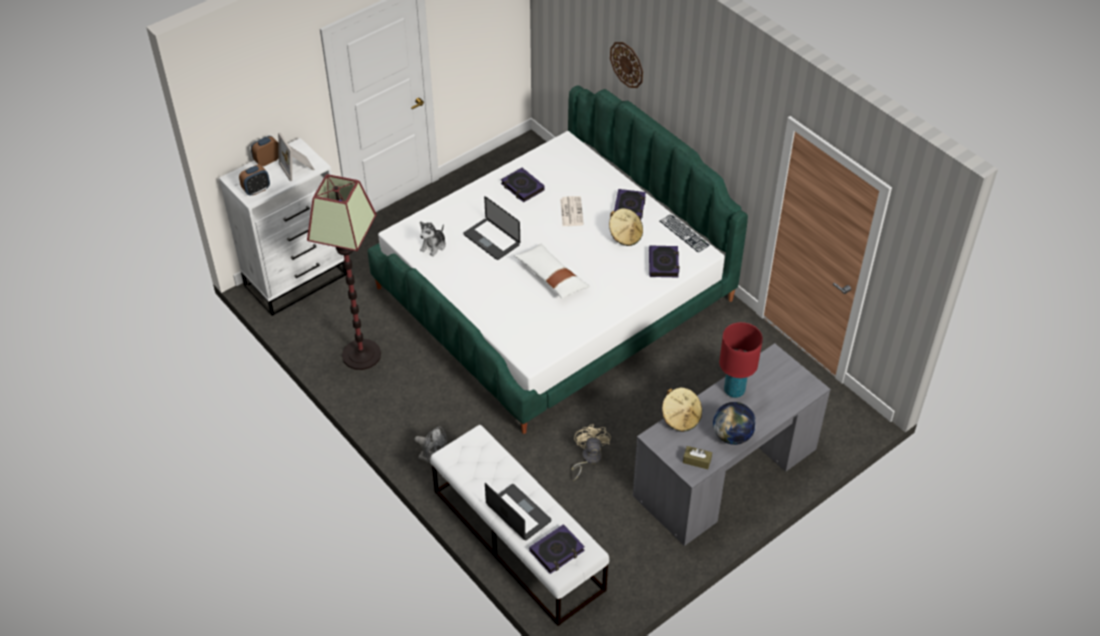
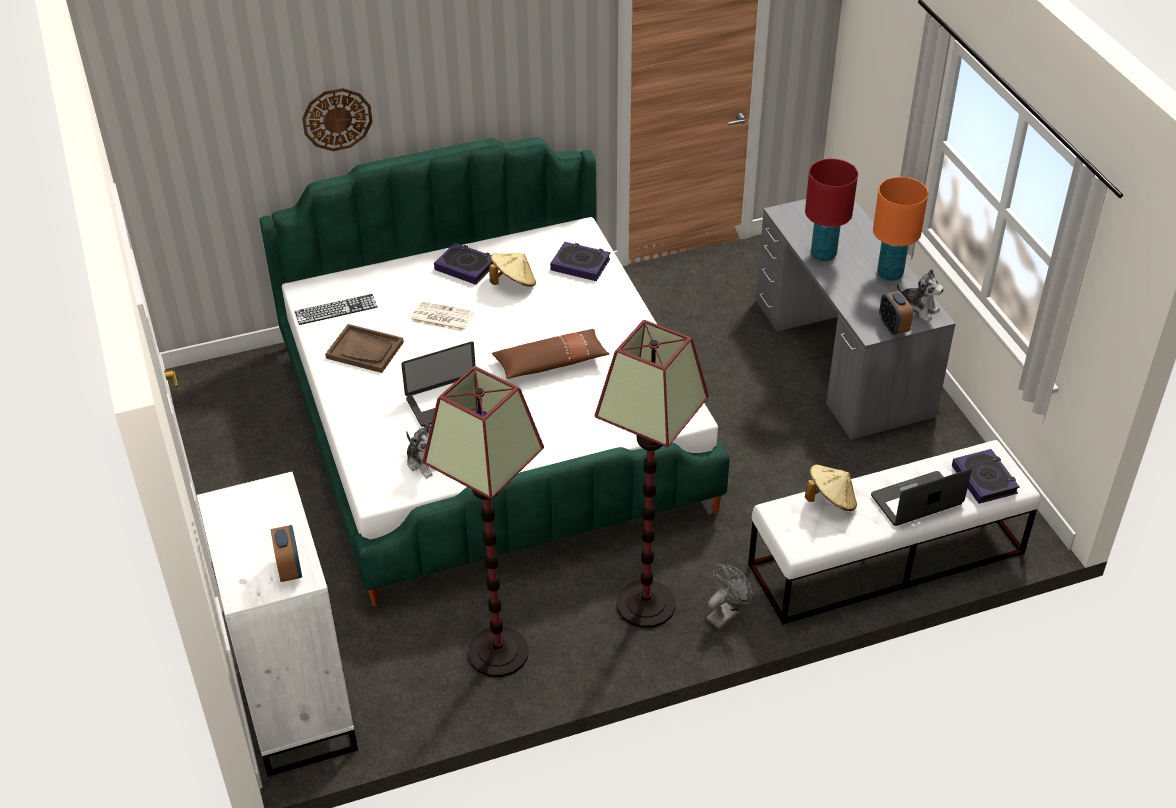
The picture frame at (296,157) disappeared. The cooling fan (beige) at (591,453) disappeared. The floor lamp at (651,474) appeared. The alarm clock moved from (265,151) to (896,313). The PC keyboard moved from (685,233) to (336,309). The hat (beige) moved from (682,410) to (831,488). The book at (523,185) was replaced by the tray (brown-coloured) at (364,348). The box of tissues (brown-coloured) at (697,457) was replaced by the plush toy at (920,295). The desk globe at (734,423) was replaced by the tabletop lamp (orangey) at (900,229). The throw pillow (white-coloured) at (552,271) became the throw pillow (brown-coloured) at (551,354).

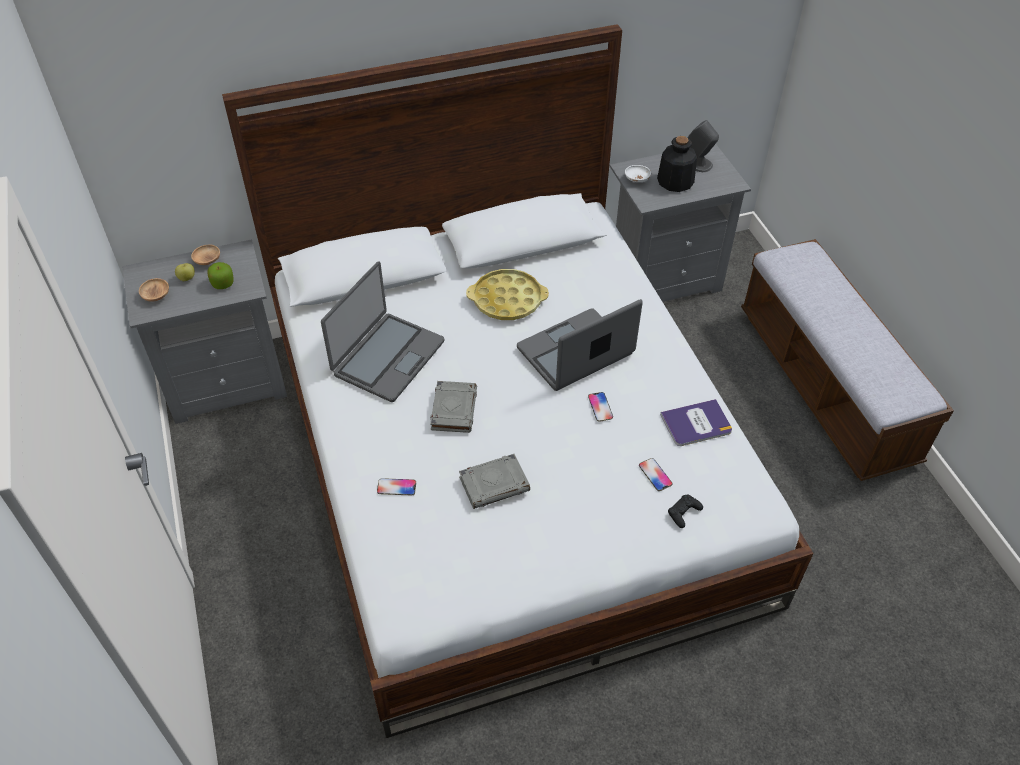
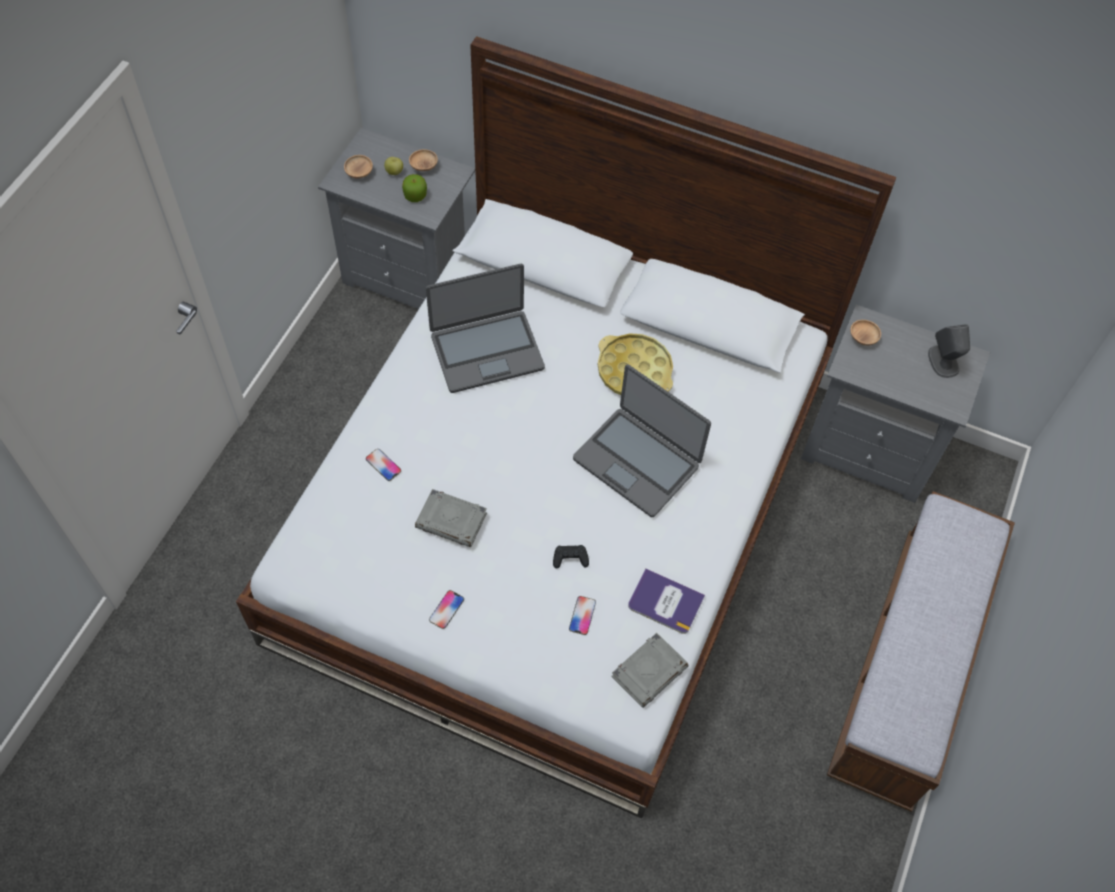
The drink bottle at (677,164) disappeared. The book (greyish) moved from (453,407) to (650,670). The handset moved from (600,407) to (446,609). The game controller (black) moved from (685,511) to (571,556). The bowl (white-coloured) at (638,173) became the bowl (brown-coloured) at (865,333). The notebook computer at (580,345) turned 150 degrees counterclockwise.

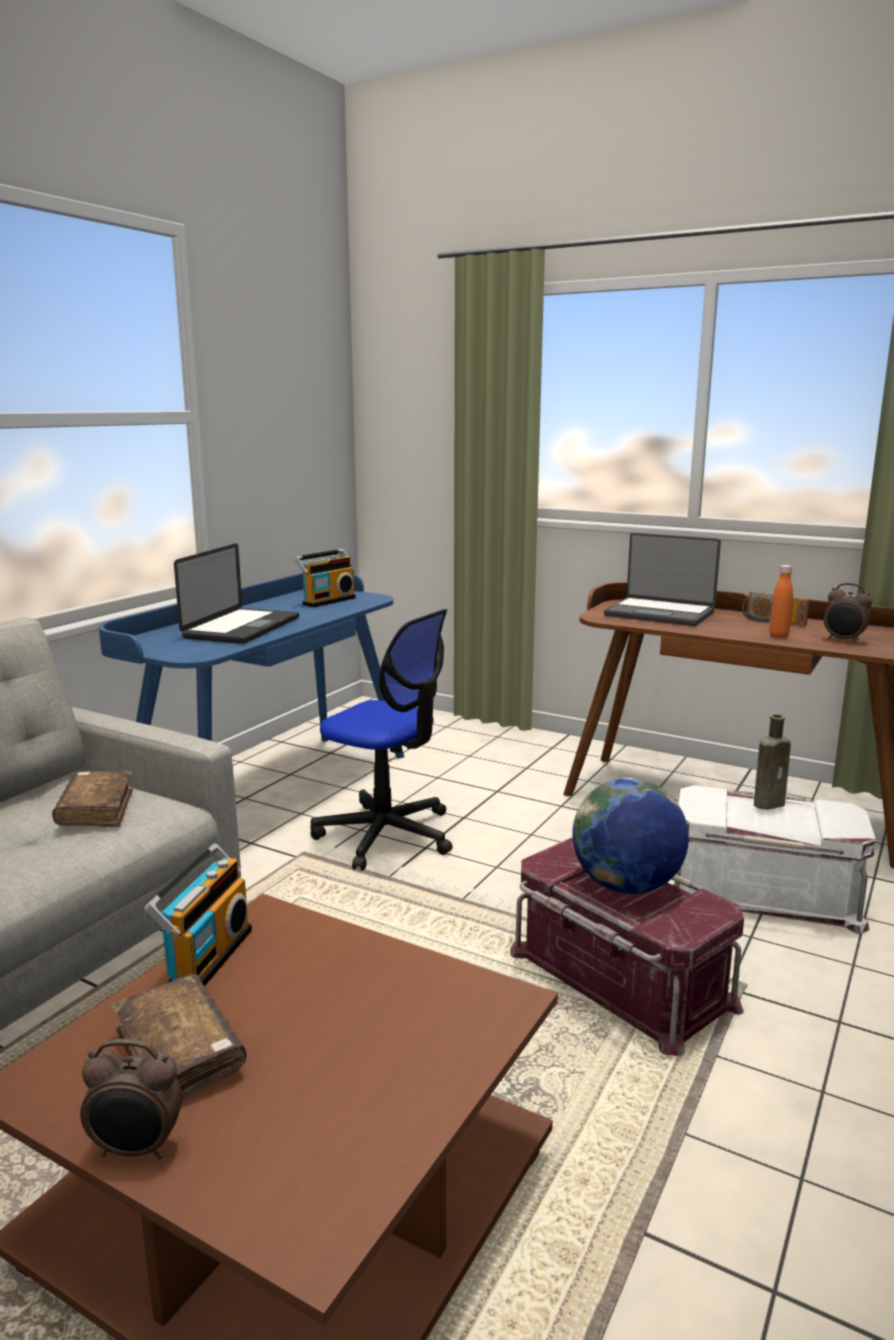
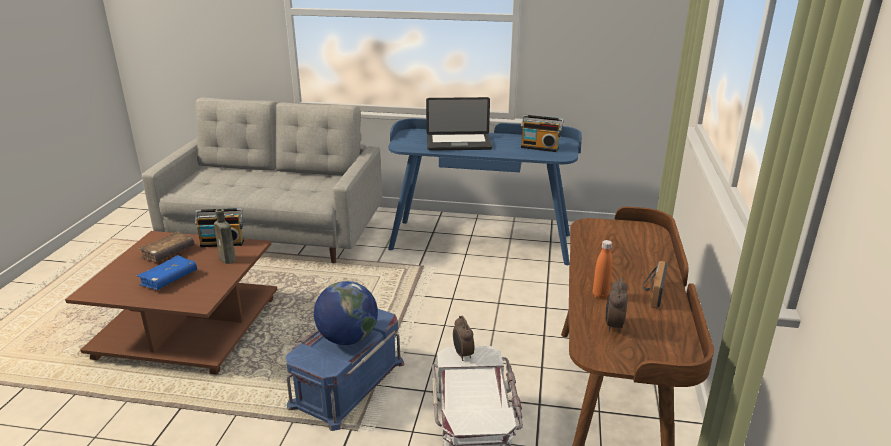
The book (brown-coloured) at (92,799) disappeared. The office chair at (381,739) disappeared. The notebook computer at (662,579) disappeared. The book (bluish) at (167,272) appeared. The alarm clock moved from (131,1099) to (463,338). The drink bottle (brown-coloured) moved from (772,762) to (225,236). The storage box (red-coloured) at (627,946) became the storage box (bluish) at (344,370).

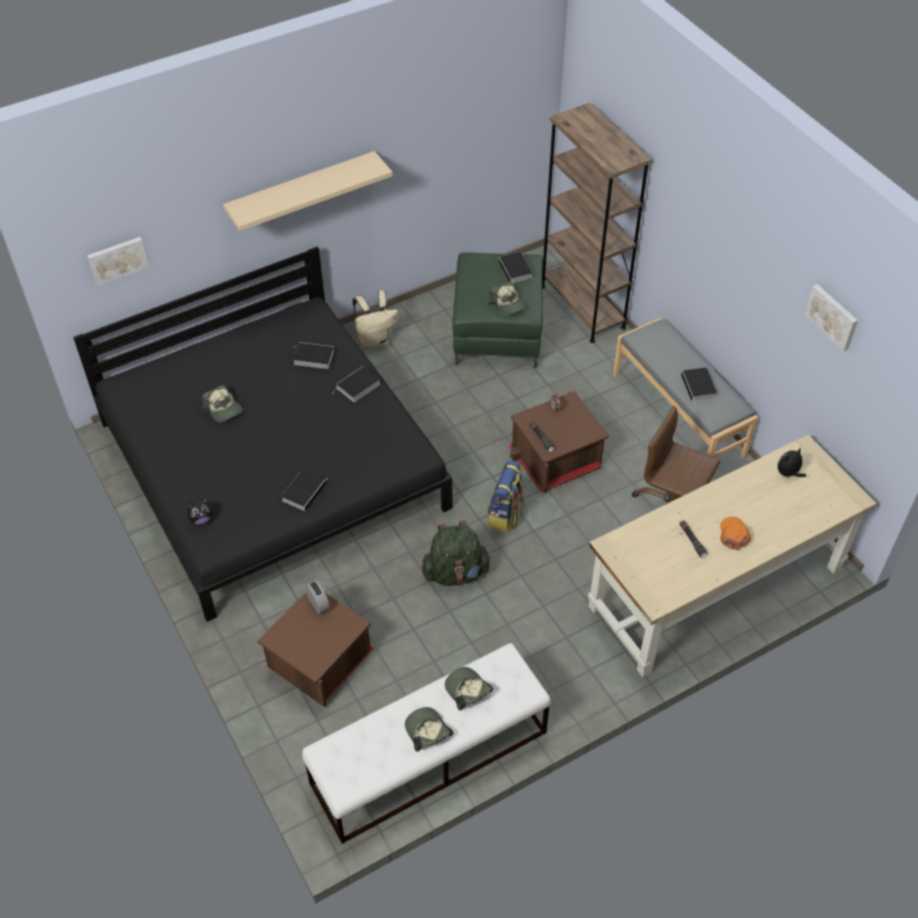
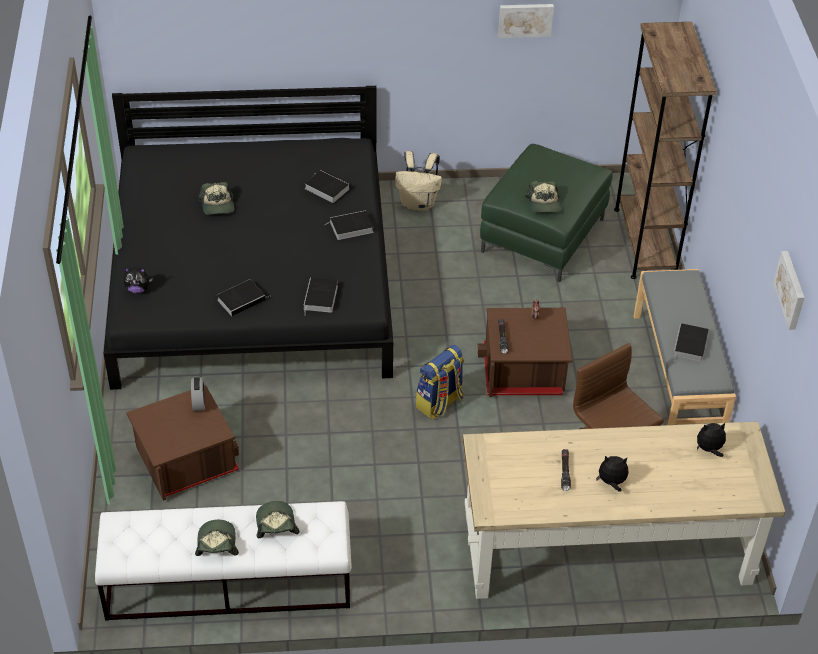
The shelf (beige) at (308,191) disappeared. The rucksack (green) at (456,553) disappeared. The wall picture moved from (118,261) to (526,21). The book moved from (516,268) to (321,296). The peaked cap (orangey) at (735,533) was replaced by the plush toy at (612,474).

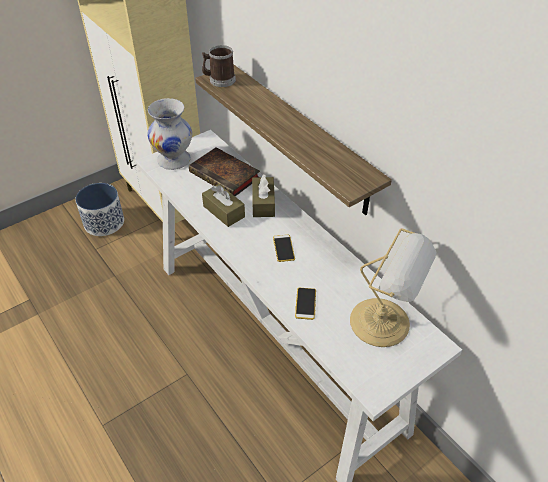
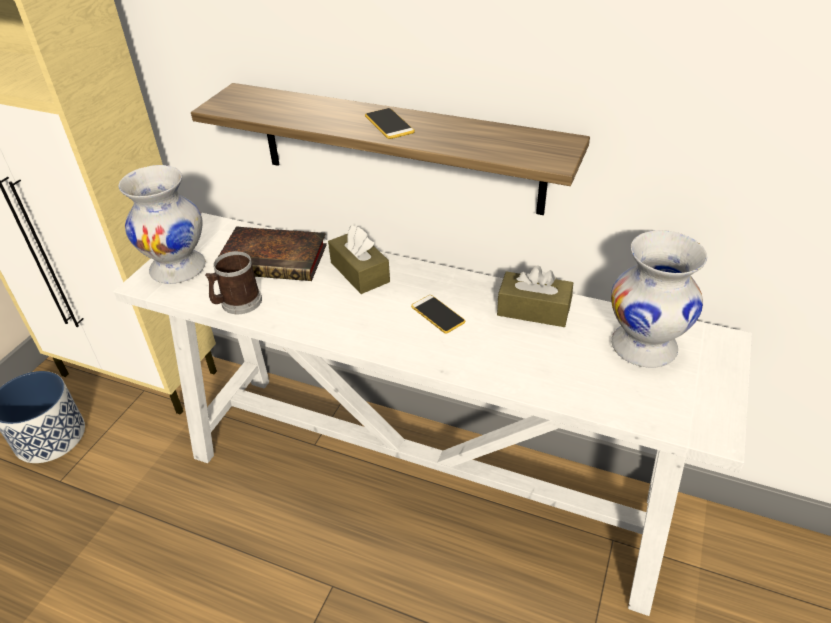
The tea mug moved from (219,66) to (233,282). The box of tissues (brown-coloured) moved from (223,205) to (535,296). The handset moved from (305,304) to (390,123). The tabletop lamp at (393,287) was replaced by the decorative vase (white-coloured) at (659,299).

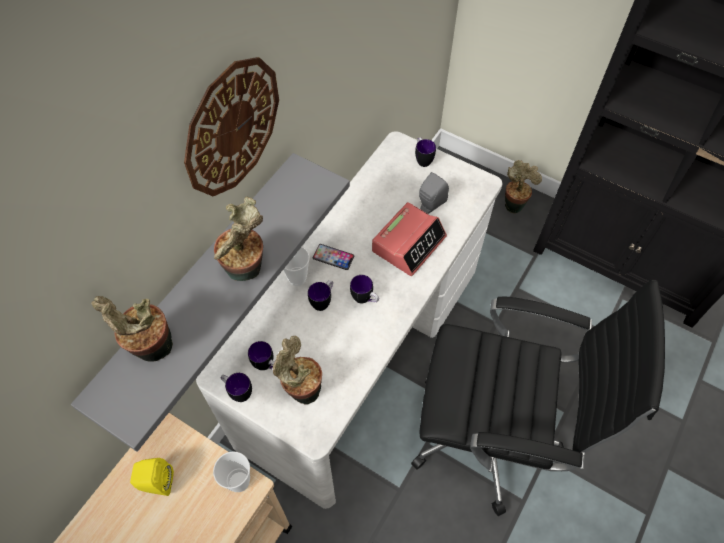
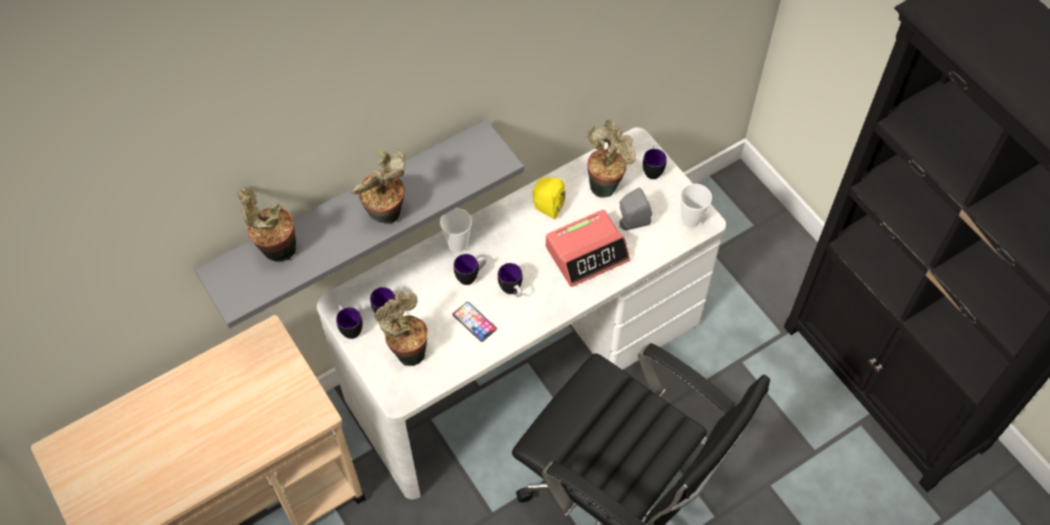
The clock on the wall at (231,126) disappeared. The loudspeaker (yellow) moved from (152,477) to (549,198). The cup moved from (231,471) to (696,206). The handset moved from (333,257) to (475,322). The houseplant moved from (523,187) to (611,158).

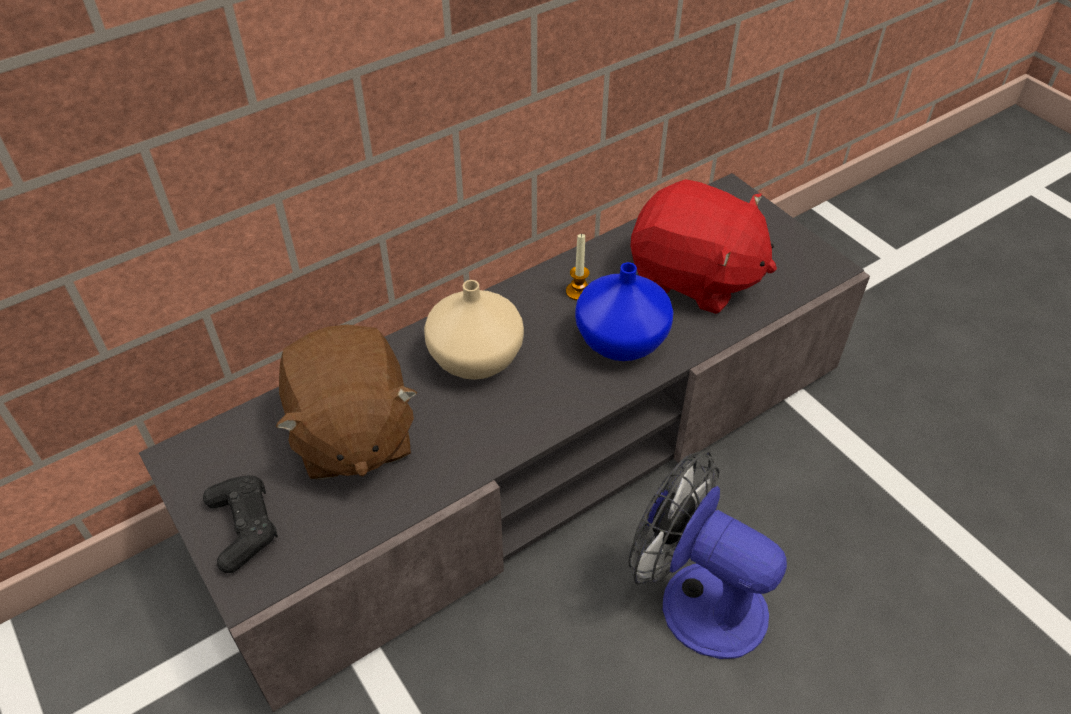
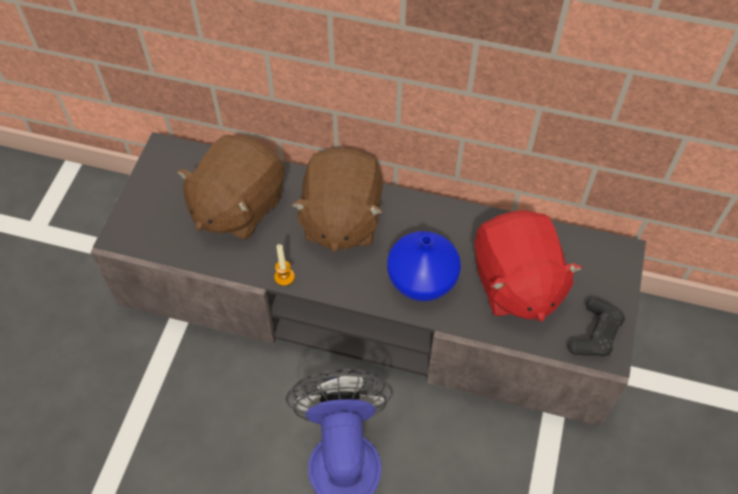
The game controller (black) moved from (240,524) to (596,326). The wax candle moved from (577,267) to (284,265). The decorative vase (beige) at (474,330) was replaced by the plush toy (brown-coloured) at (337,200).

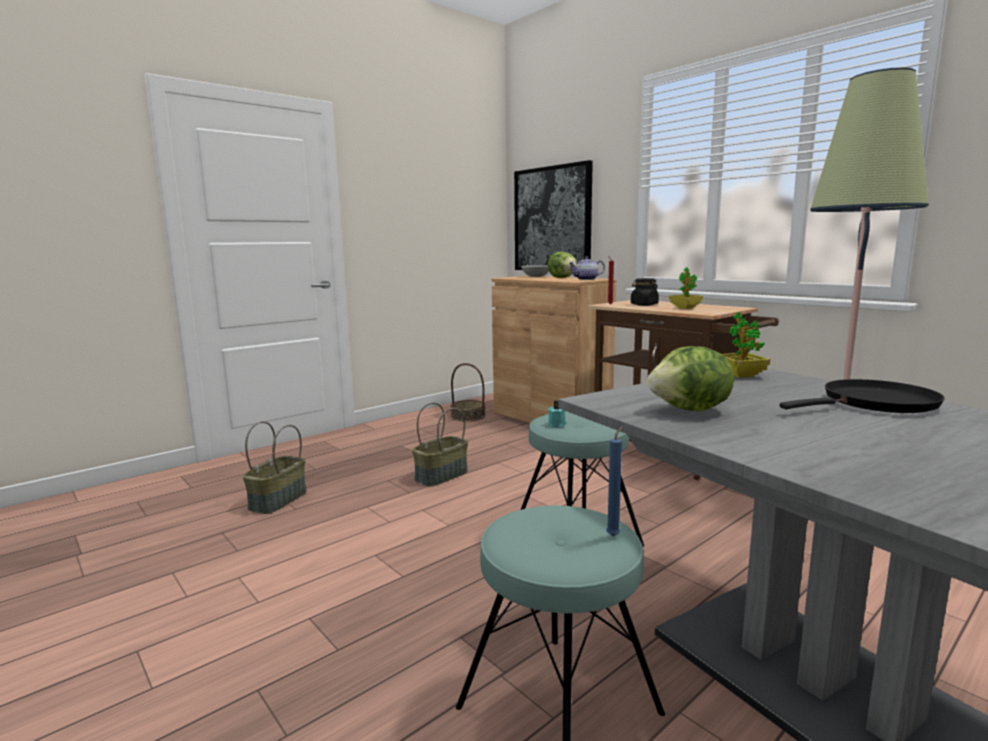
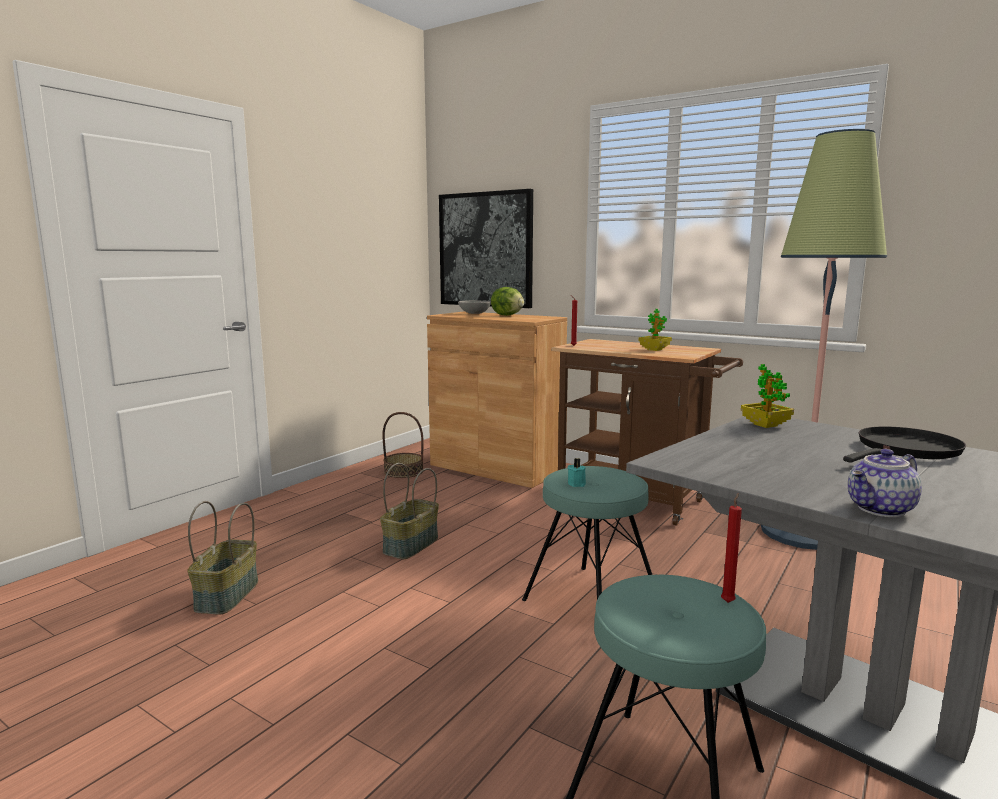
The jar (black) at (645,292) disappeared. The lettuce at (690,378) disappeared. The pot for tea moved from (587,268) to (885,483). The wax candle (bluish) at (614,481) became the wax candle (red-coloured) at (731,548).

